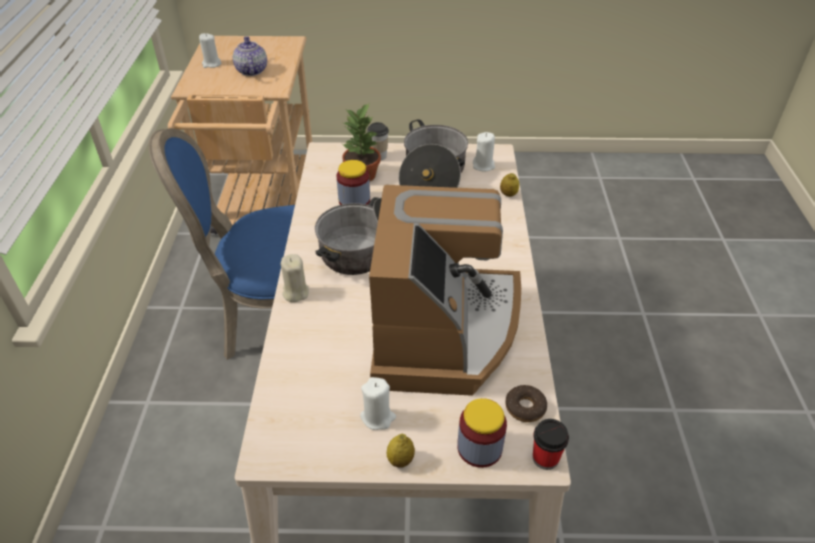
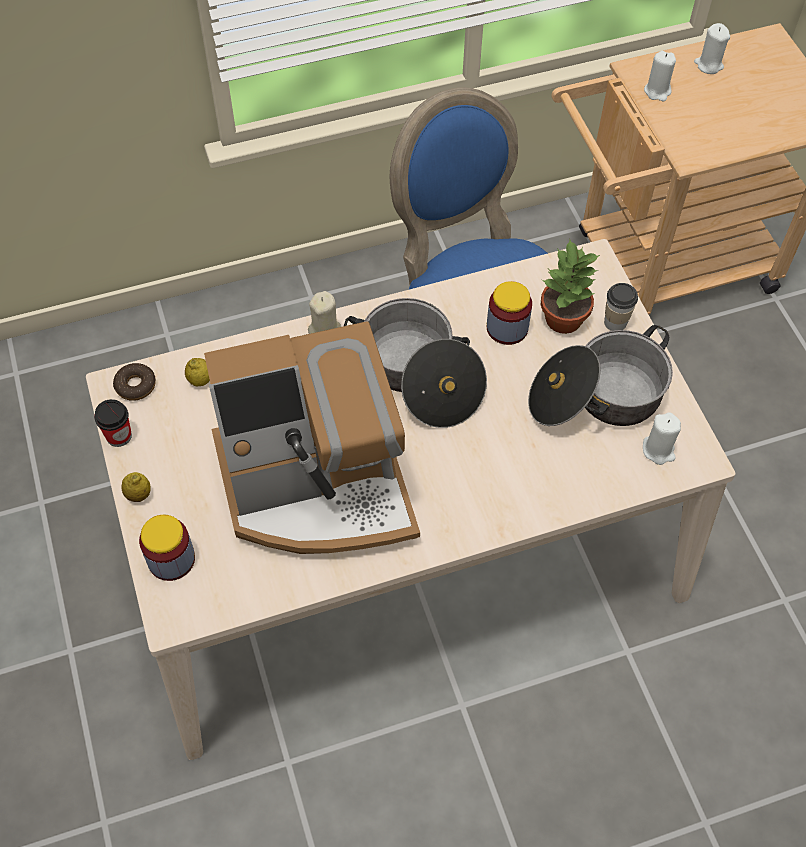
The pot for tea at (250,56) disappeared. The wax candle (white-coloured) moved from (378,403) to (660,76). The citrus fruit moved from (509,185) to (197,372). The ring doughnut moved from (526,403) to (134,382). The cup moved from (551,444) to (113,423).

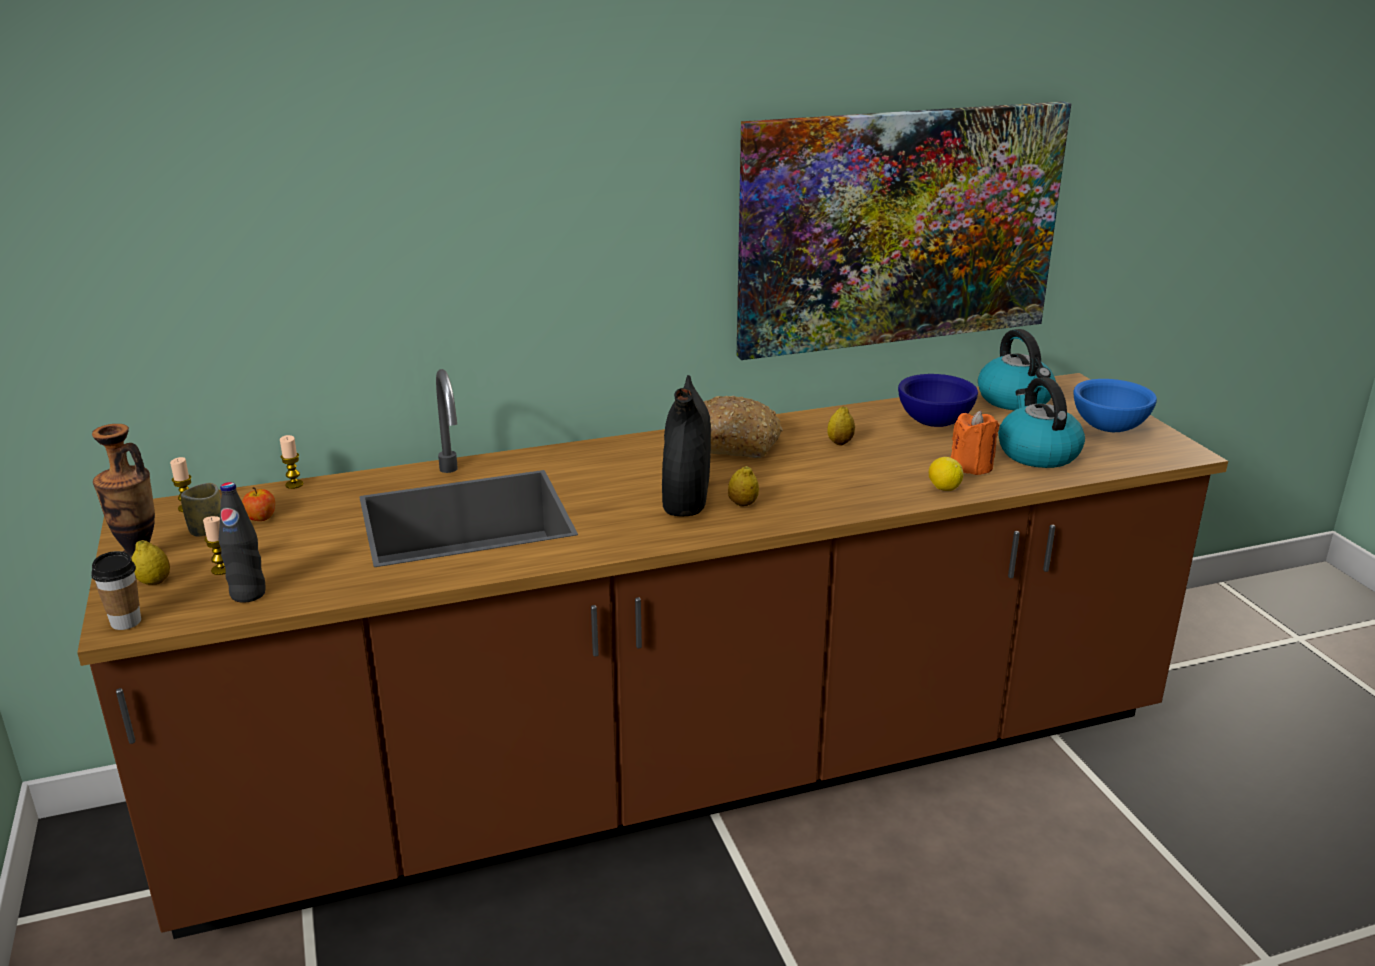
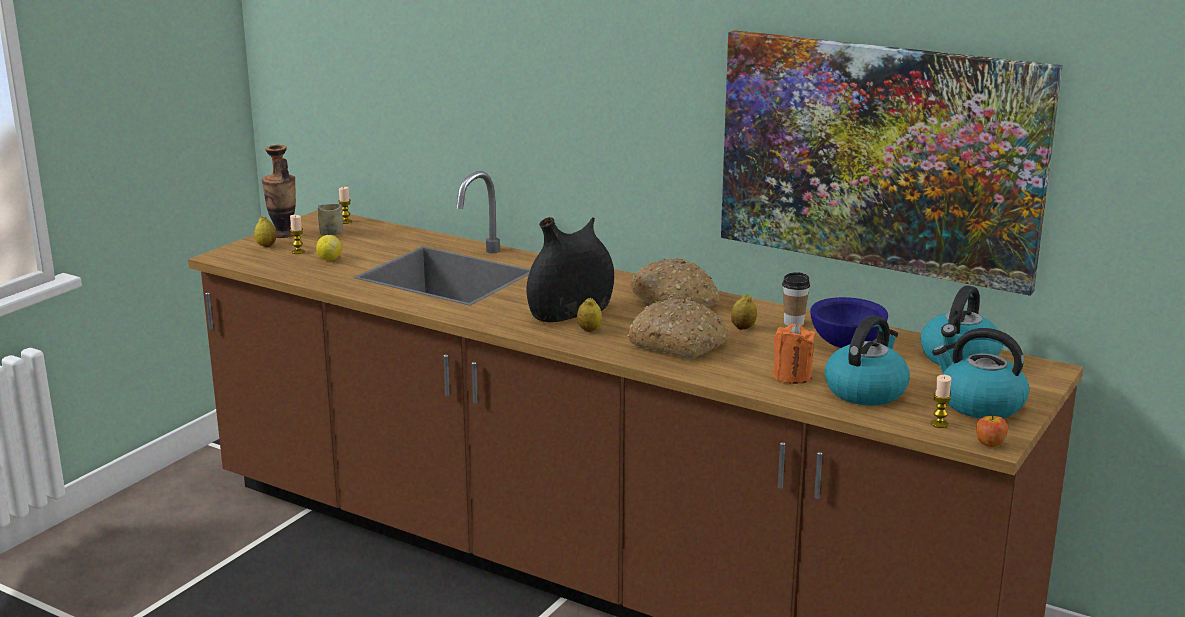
The drink bottle (black) at (242,542) disappeared. The bread at (677,328) appeared. The cup moved from (116,590) to (796,299). The apple moved from (258,504) to (992,429). The wax candle moved from (291,462) to (941,401). The citrus fruit moved from (946,474) to (329,247). The bowl (bluish) at (1115,405) was replaced by the water kettle at (980,373).

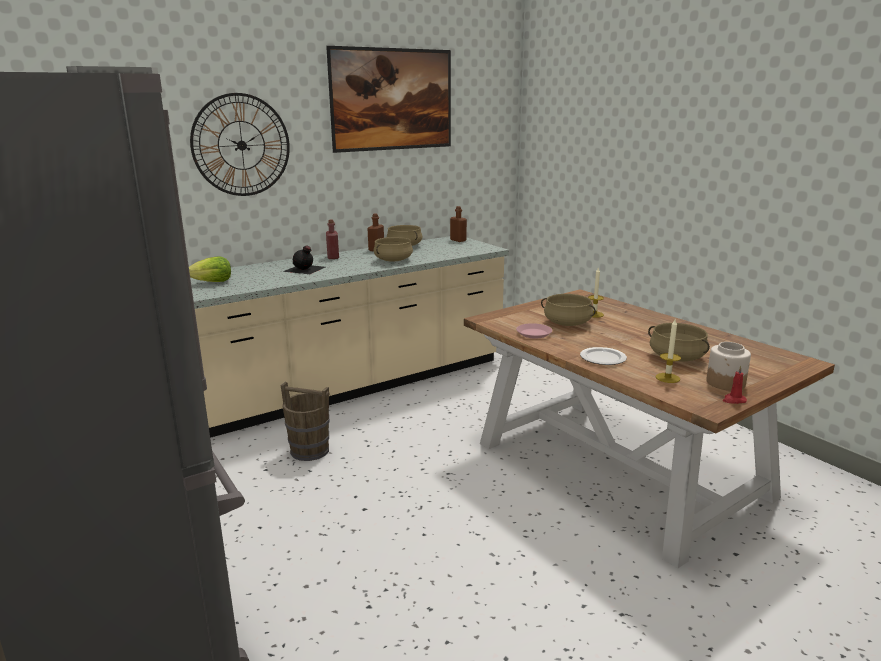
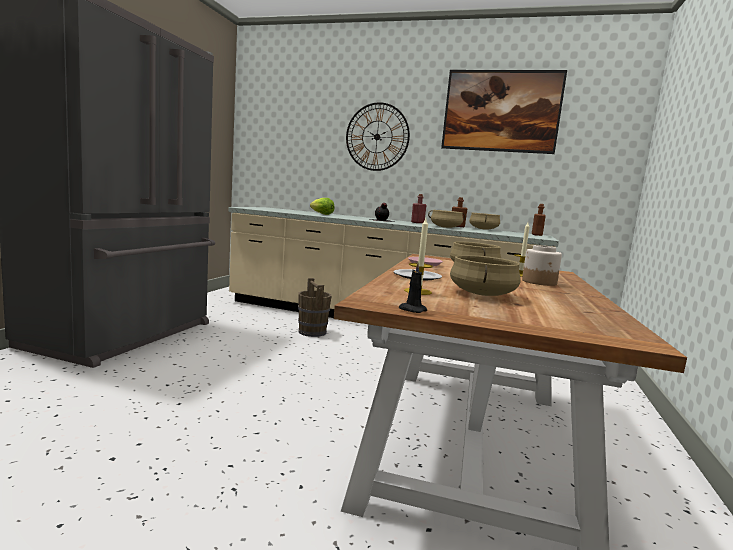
The jar moved from (728,366) to (542,265). The wax candle (red-coloured) at (735,385) became the wax candle (black) at (413,287).

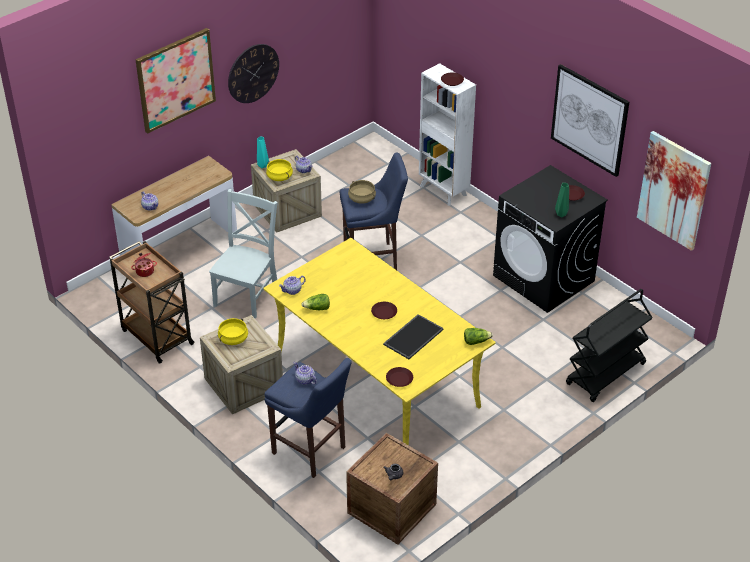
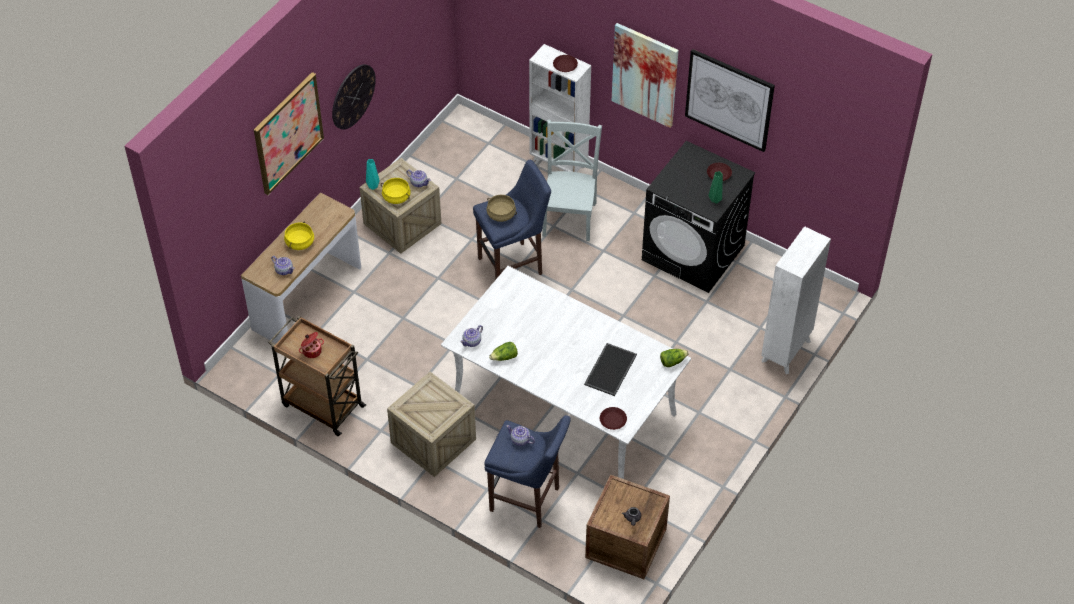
The dinner plate (brown-coloured) at (384,310) disappeared. The upright chair (greyish) moved from (243,254) to (572,180). The cooking pot (yellow) moved from (233,331) to (299,235). The wall picture moved from (674,191) to (645,75). The trolley (black) at (609,345) was replaced by the bookcase (white-coloured) at (796,300). The dining table (yellow) at (379,341) became the dining table (white-coloured) at (566,372).

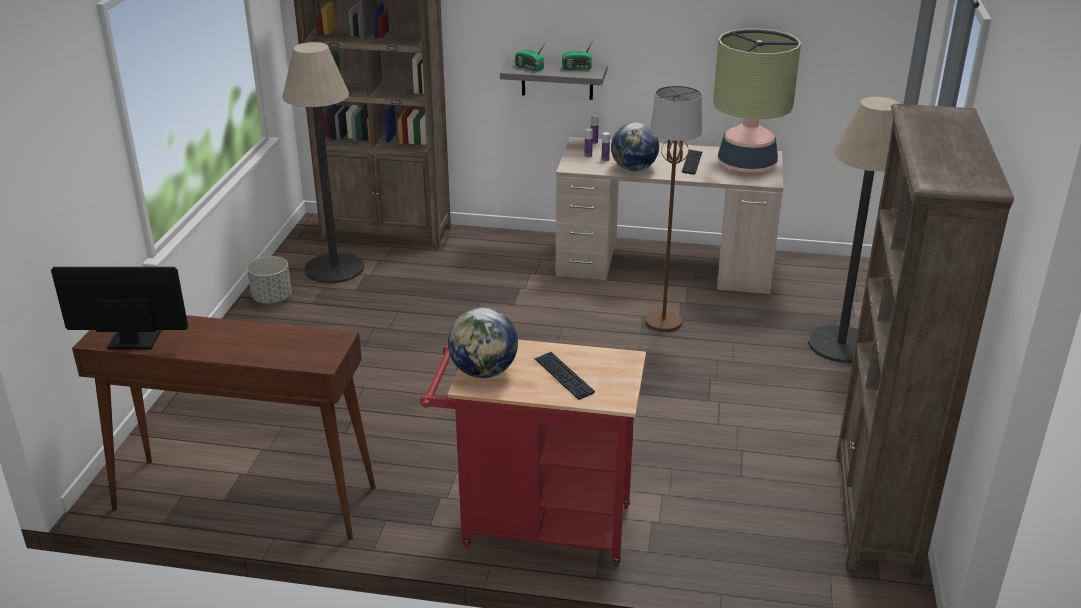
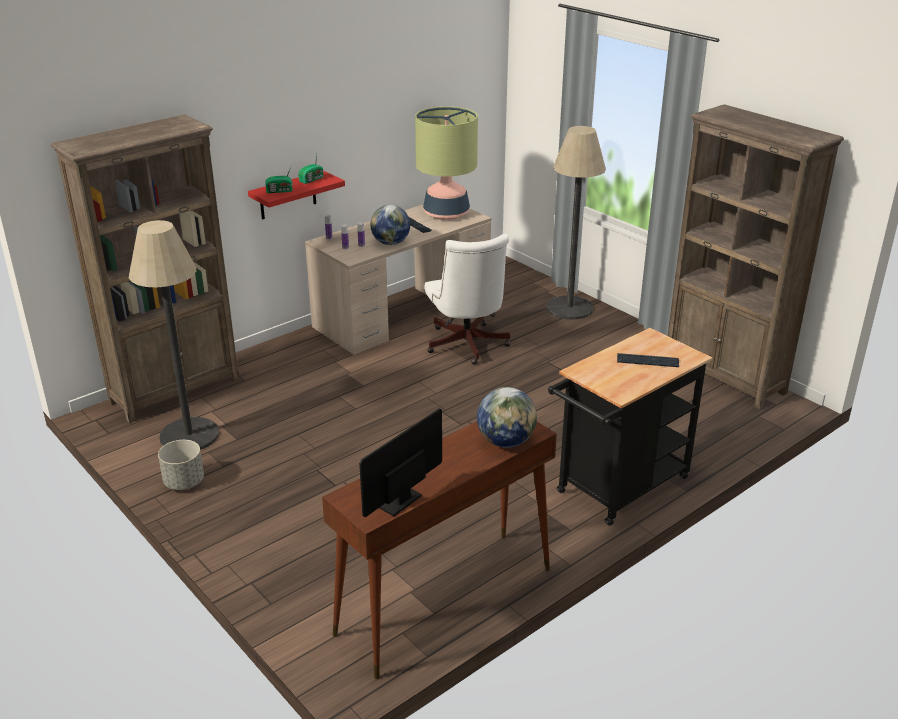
The desk globe moved from (483,343) to (507,417). The floor lamp (brown-coloured) at (673,209) was replaced by the office chair (white-coloured) at (468,299). The trolley (red-coloured) at (533,453) became the trolley (black) at (630,427). The shelf (greyish) at (554,79) became the shelf (red-coloured) at (296,195).

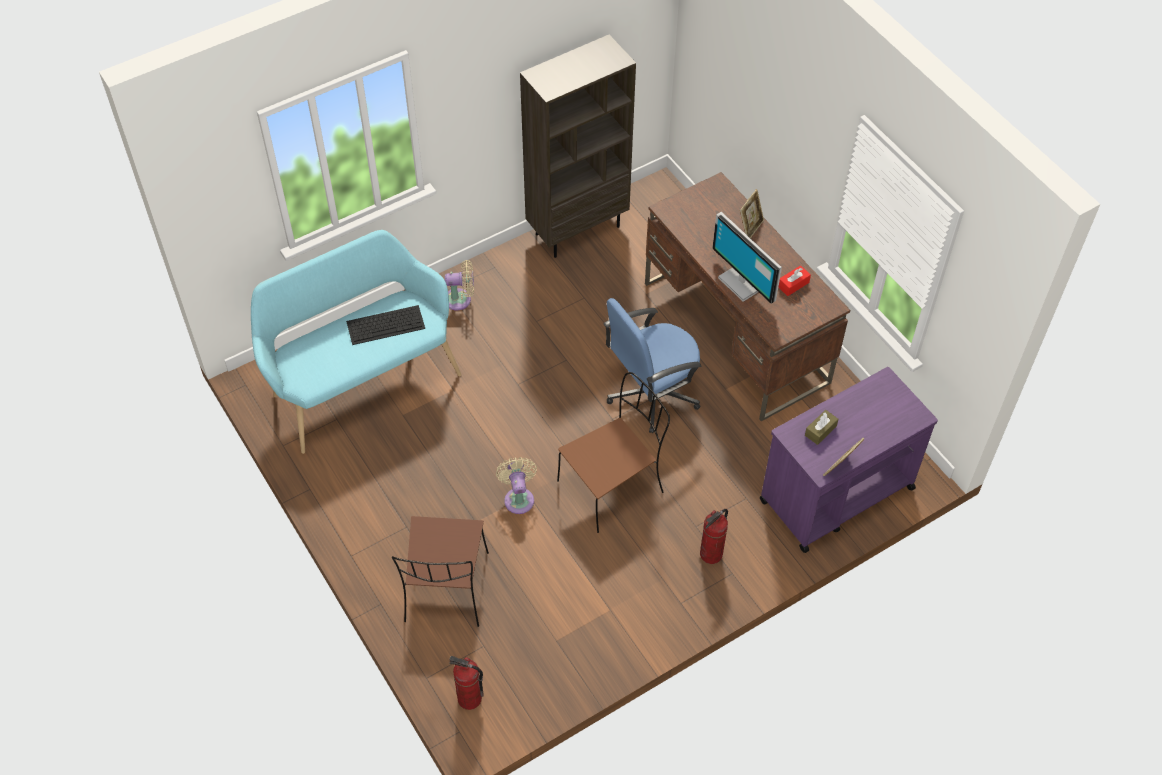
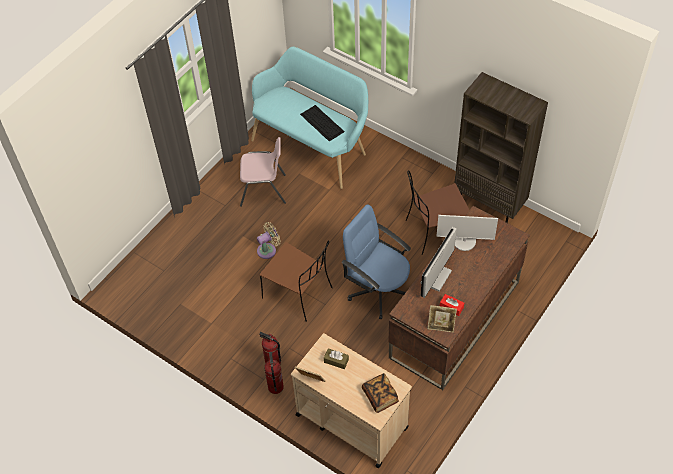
The cooling fan (beige) at (459,285) disappeared. The upright chair (pink-coloured) at (263,172) appeared. The book at (380,393) appeared. The computer display at (467,233) appeared. The upright chair (brown-coloured) moved from (440,571) to (437,212). The fire extinguisher moved from (466,683) to (274,373). The picture frame moved from (752,213) to (442,319). The trolley (purplish) at (849,460) became the trolley (beige) at (351,400).

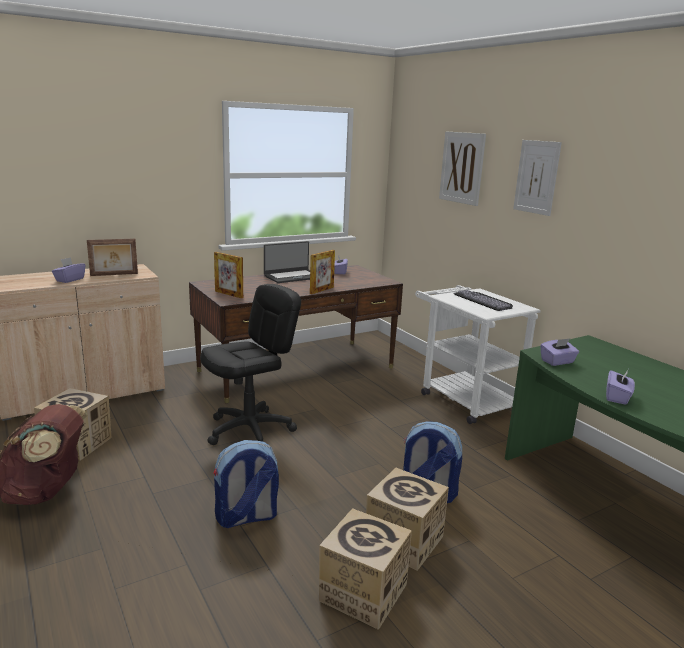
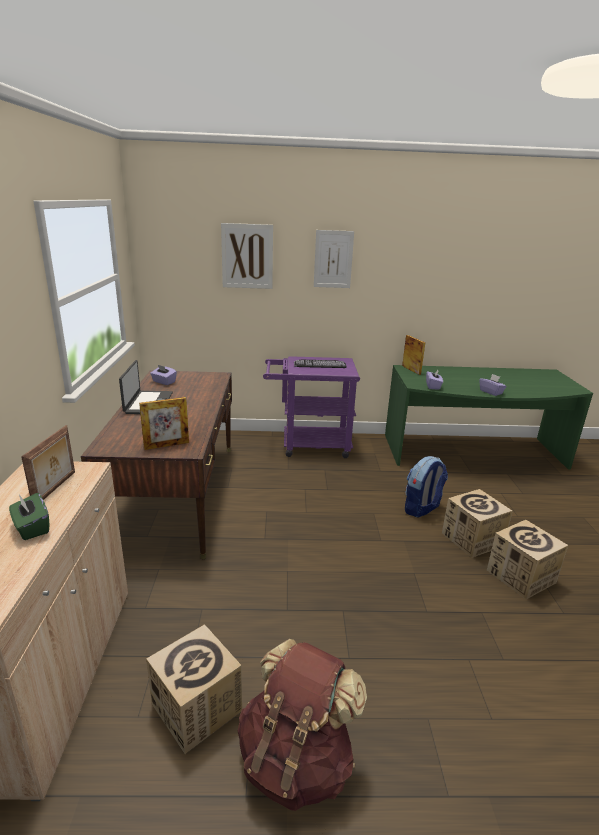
The office chair (black) at (250,364) disappeared. The rucksack at (246,484) disappeared. The picture frame moved from (322,272) to (413,355). The box of tissues (purplish) at (69,270) became the box of tissues (green) at (29,516). The trolley (white-coloured) at (478,354) became the trolley (purplish) at (311,407).

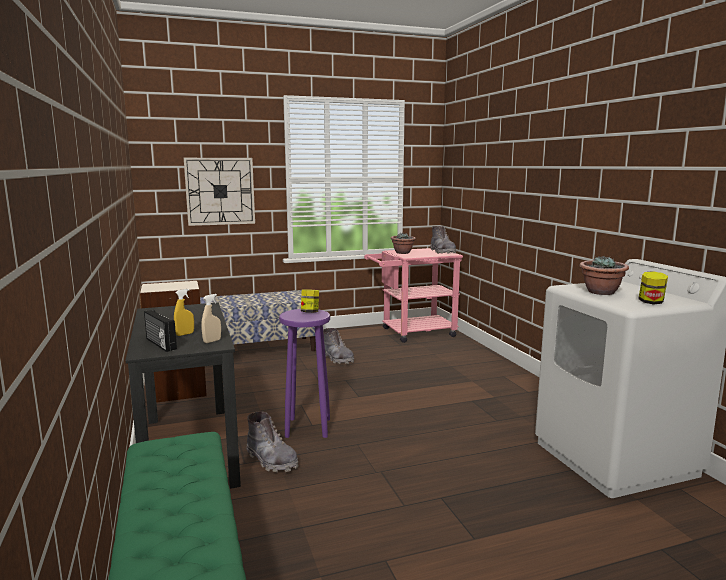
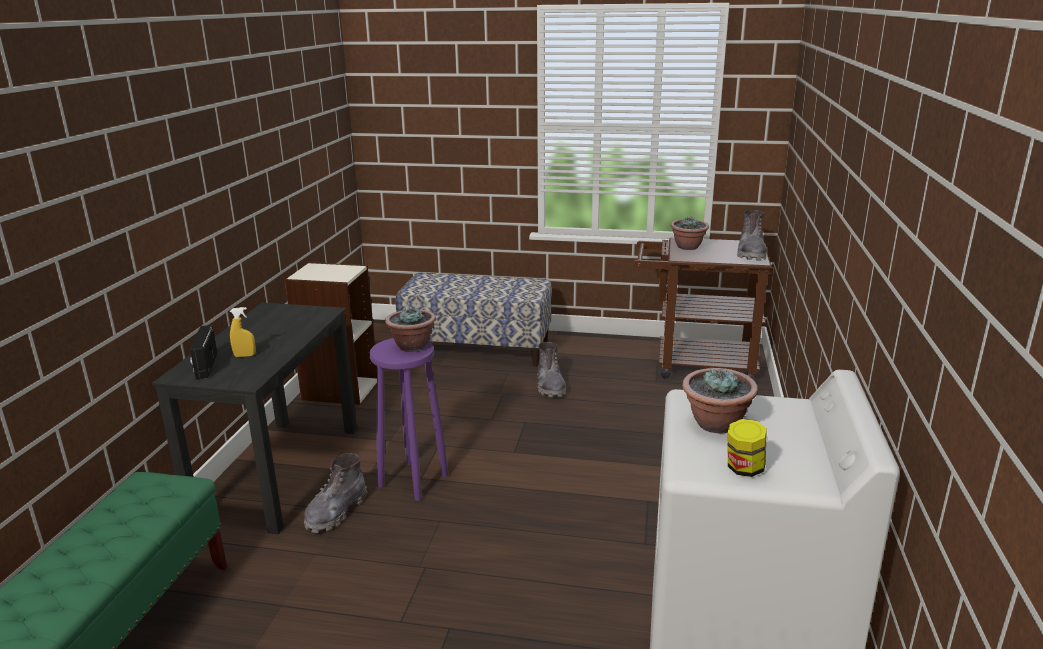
The clock on the wall at (219,192) disappeared. The sprayer (beige) at (211,318) disappeared. The jar at (310,301) was replaced by the houseplant at (410,329). The trolley (pink-coloured) at (413,295) became the trolley (brown-coloured) at (703,308). The boot (greyish) at (272,441) turned 45 degrees clockwise.

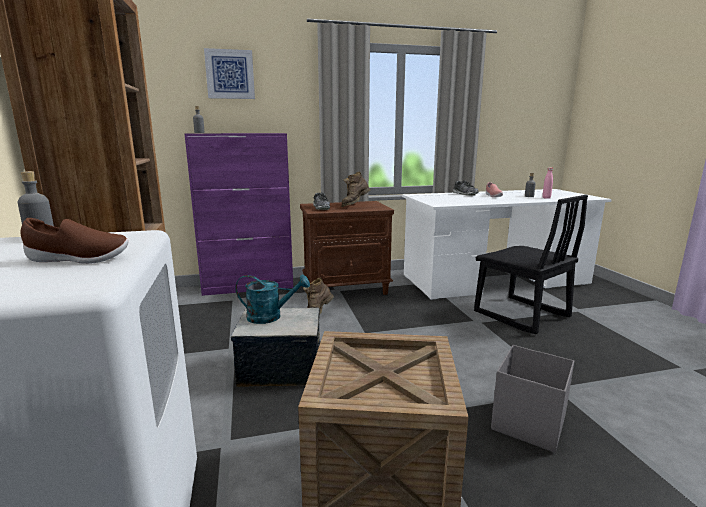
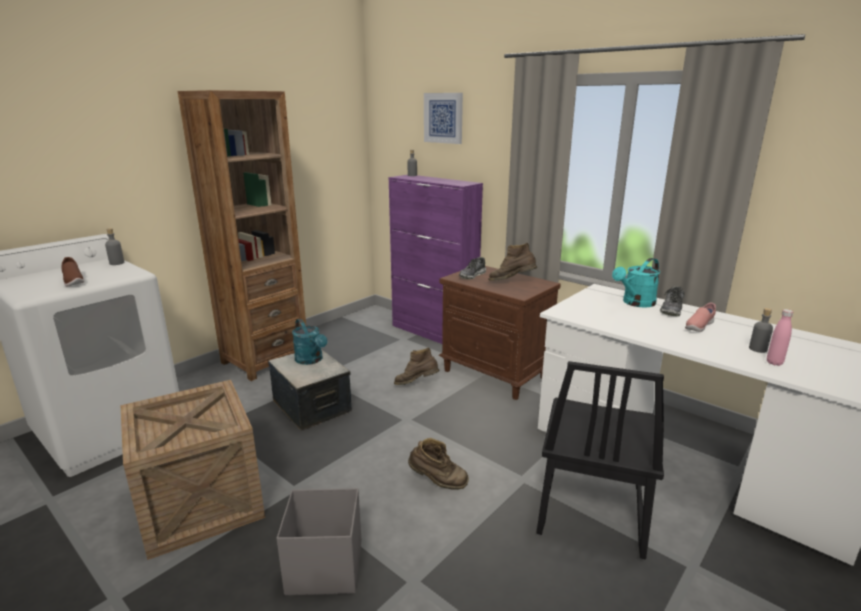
The boot (brown-coloured) at (438,464) appeared. The watering pot (turquoise) at (636,282) appeared.

